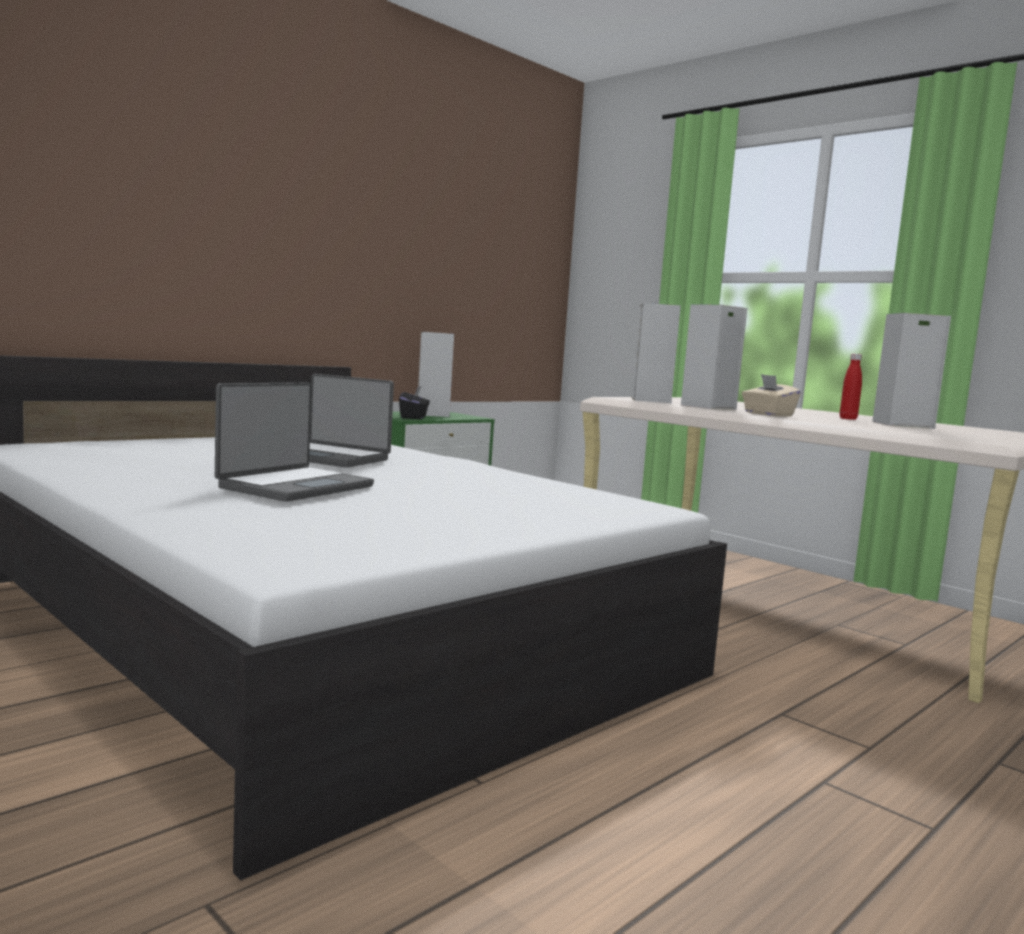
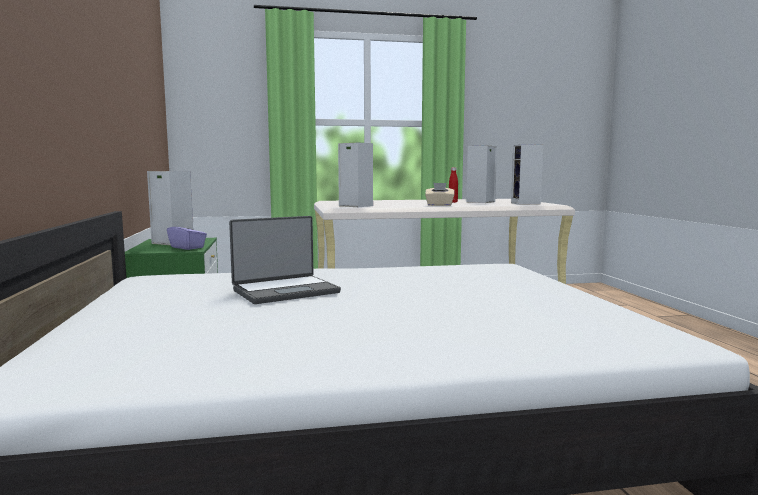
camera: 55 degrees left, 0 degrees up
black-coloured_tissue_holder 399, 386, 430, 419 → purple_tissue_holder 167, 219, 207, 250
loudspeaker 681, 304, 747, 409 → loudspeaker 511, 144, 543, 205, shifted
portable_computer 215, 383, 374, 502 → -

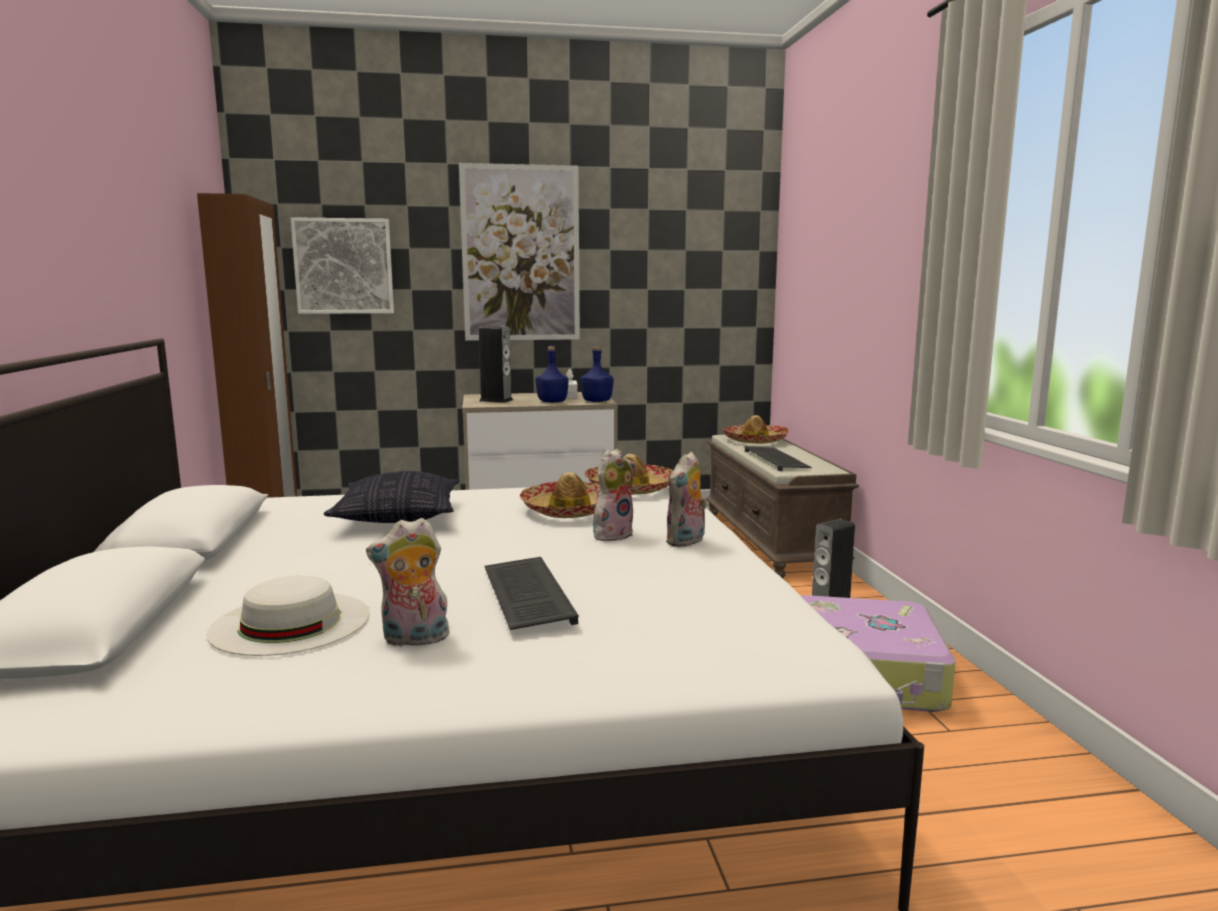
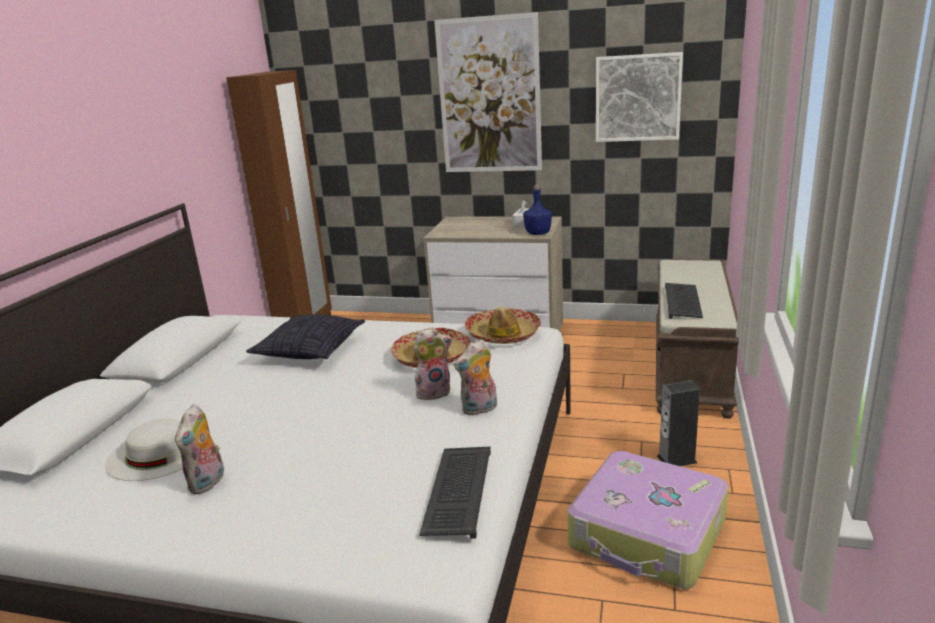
camera: 25 degrees right, 10 degrees up
plush_toy 366, 518, 449, 648 → plush_toy 175, 404, 224, 494, 90 degrees counterclockwise
keyboard 485, 557, 579, 630 → keyboard 419, 447, 491, 539, shifted
picture 291, 217, 394, 314 → picture 596, 52, 683, 142, shifted
loudspeaker 479, 326, 513, 403 → -
blue_drink_bottle 536, 346, 569, 403 → -
clothing_hat 722, 415, 789, 444 → -

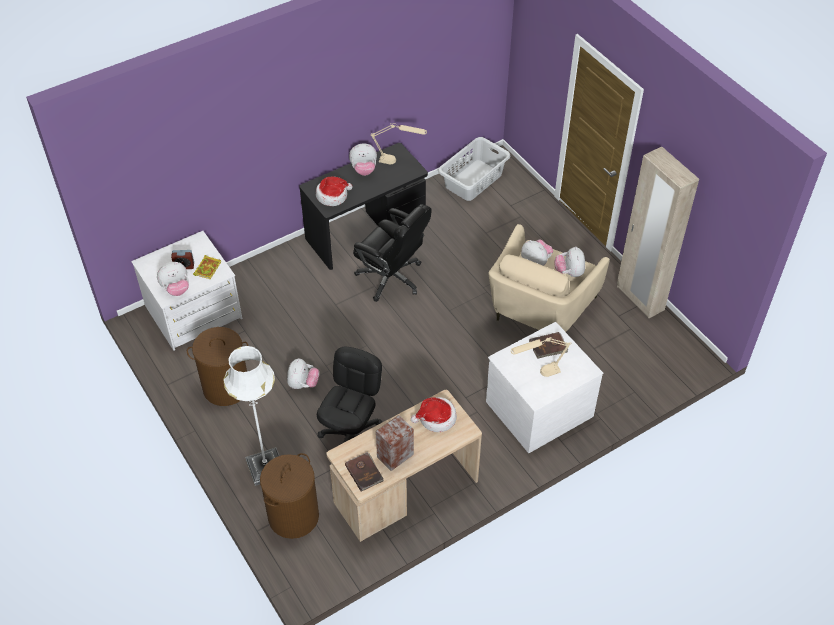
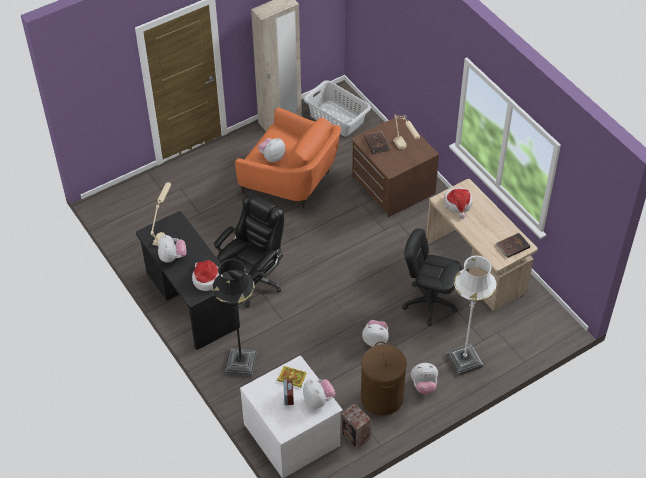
camera: 90 degrees left, 0 degrees up
- → black-coloured_standing_lamp 212, 259, 257, 376
sand-coloured_armchair 488, 224, 610, 332 → orange-coloured_armchair 235, 107, 341, 208
grey_laundry_basket 438, 137, 511, 201 → grey_laundry_basket 304, 80, 371, 136, shifted
loudspeaker 376, 415, 414, 471 → loudspeaker 341, 403, 371, 449, shifted
white_dresser 486, 322, 603, 453 → brownish_dresser 351, 115, 439, 217
plush_toy 554, 247, 585, 277 → plush_toy 411, 363, 438, 394, shifted
brownish_laundry_basket 260, 453, 319, 539 → -

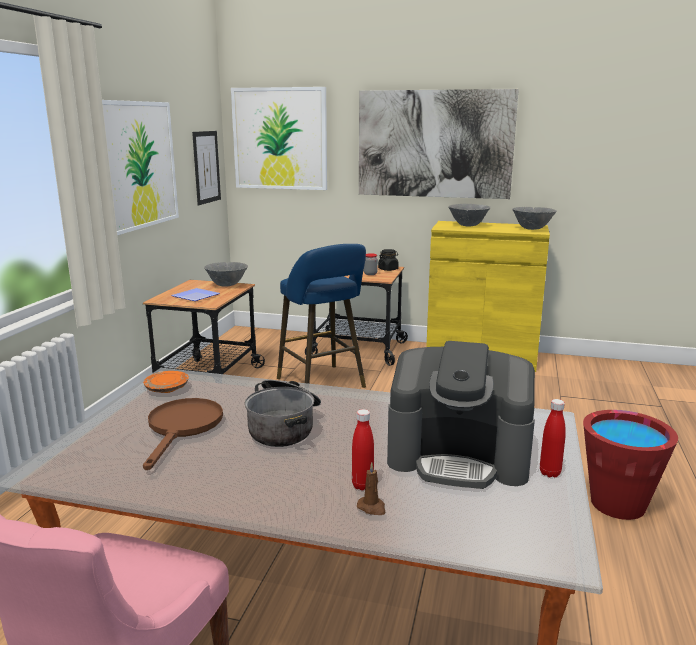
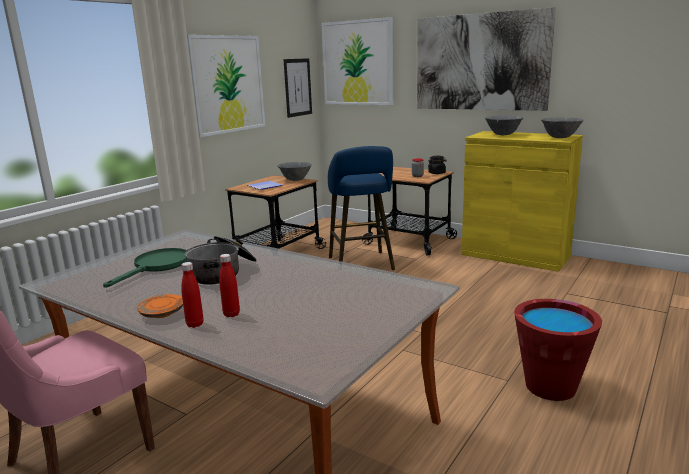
camera: 20 degrees right, 0 degrees up
brownish_frying_pan 143, 398, 223, 470 → greenish_frying_pan 103, 248, 187, 288
orange-coloured_flat_dish 143, 371, 189, 393 → orange-coloured_flat_dish 137, 294, 183, 318, shifted
red_drink_bottle 540, 399, 566, 477 → red_drink_bottle 181, 262, 204, 328, shifted
brownish_wax_candle 357, 462, 386, 515 → -
coffee_machine 387, 341, 535, 489 → -

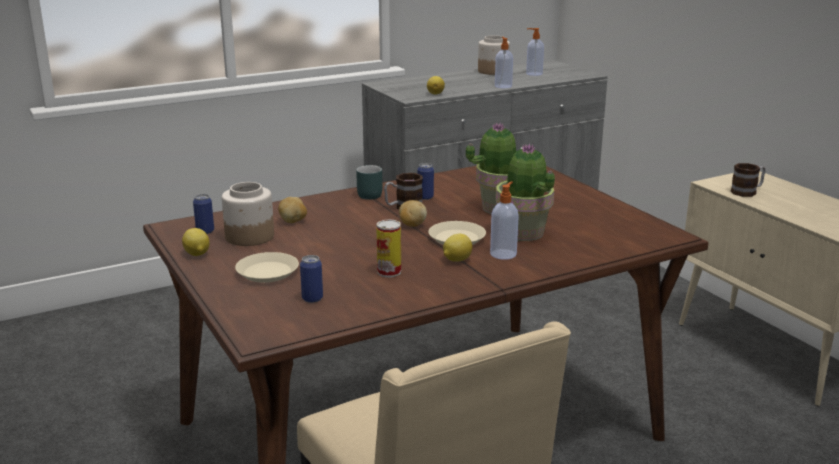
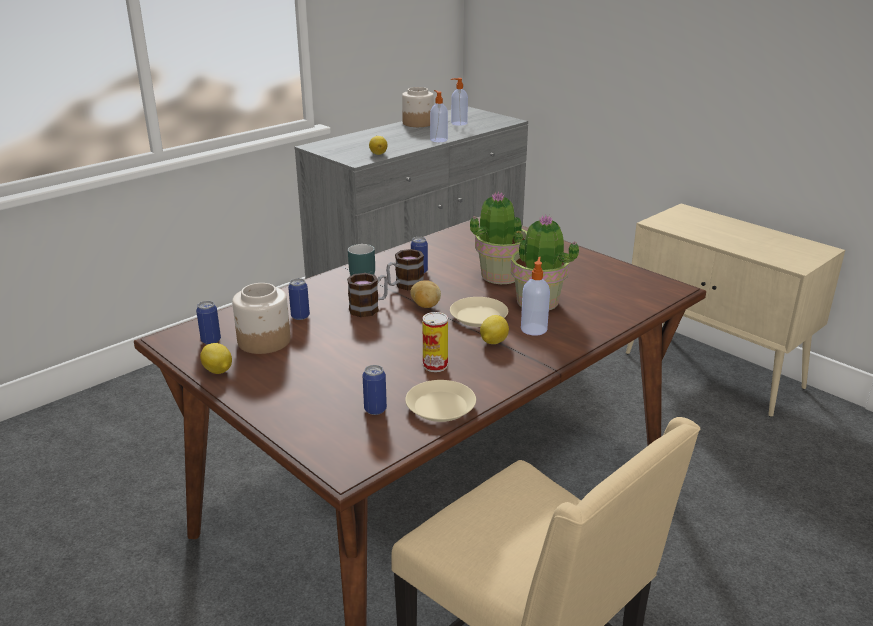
camera: 15 degrees left, 5 degrees up
whole_potato 278, 197, 307, 223 → can 288, 278, 310, 320
tea_mug 731, 163, 765, 197 → tea_mug 347, 273, 388, 317, shifted
sand-coloured_flat_dish 235, 252, 299, 283 → sand-coloured_flat_dish 405, 380, 476, 422, shifted

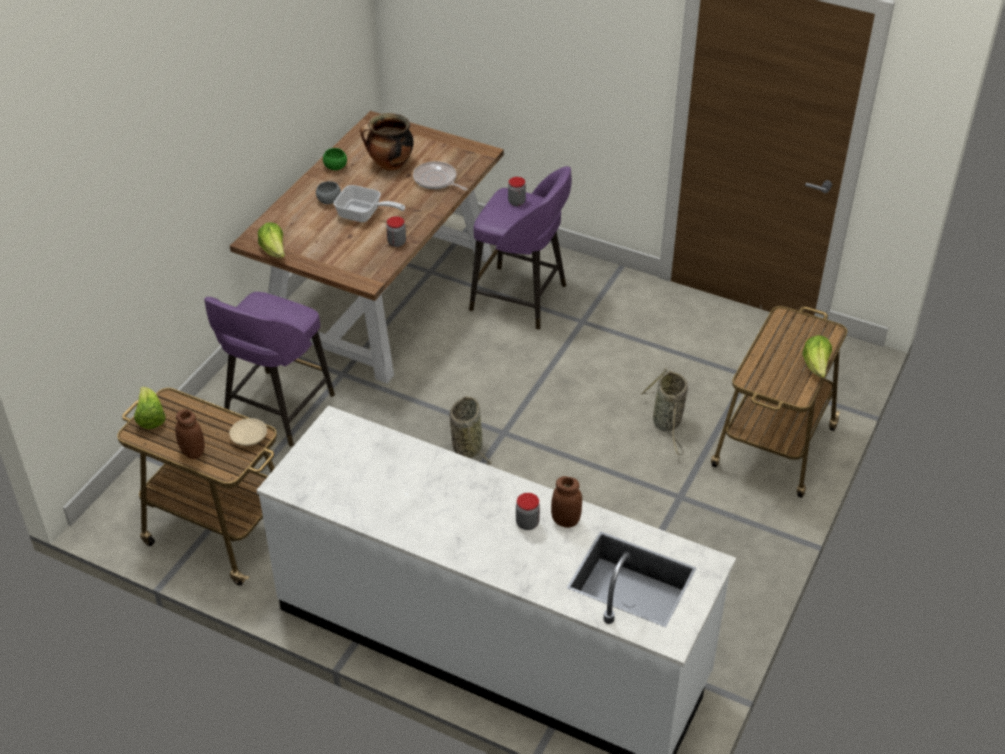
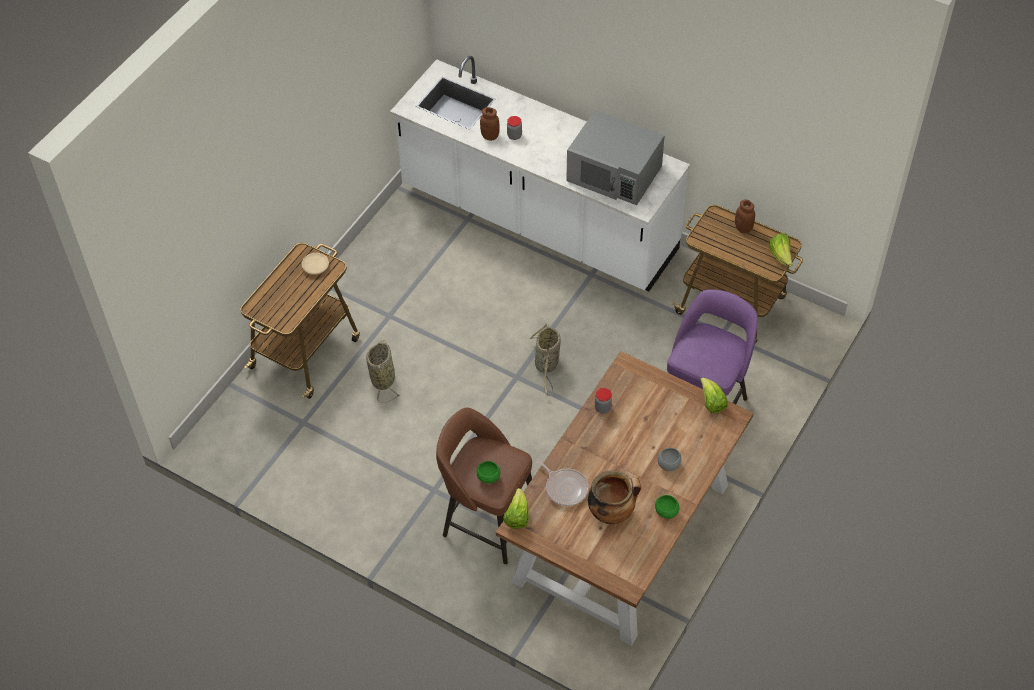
camera: 175 degrees left, 10 degrees up
sand-coloured_flat_dish 229, 418, 267, 446 → sand-coloured_flat_dish 302, 253, 329, 275, shifted
purple_stool 469, 166, 572, 330 → brownish_stool 436, 408, 532, 564
preserve_jar 508, 177, 526, 206 → greenish_deep_dish 477, 461, 501, 483
head_of_lettuce 802, 335, 832, 378 → head_of_lettuce 503, 488, 529, 529, shifted
- → grey_microwave_oven 566, 110, 665, 205
frying_pan 334, 185, 405, 222 → -

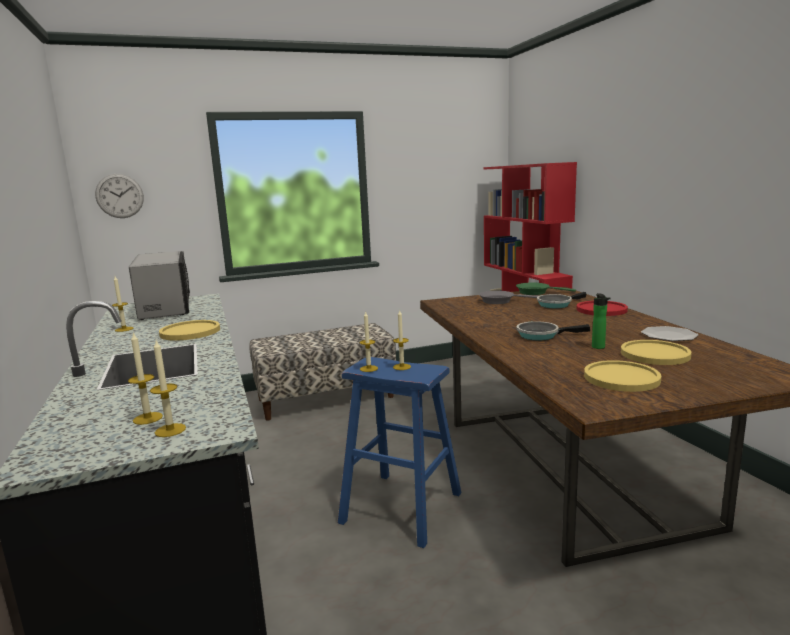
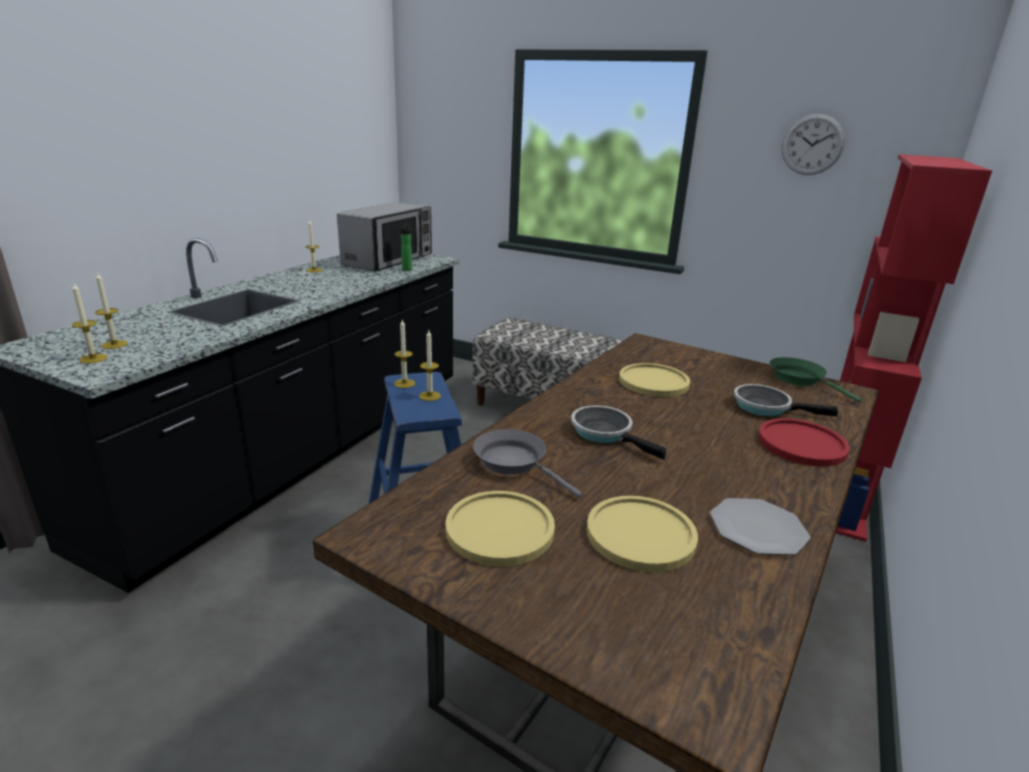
camera: 45 degrees right, 10 degrees up
drink_bottle 592, 293, 611, 349 → drink_bottle 397, 225, 412, 271, shifted
grey_frying_pan 479, 291, 538, 304 → grey_frying_pan 473, 429, 582, 498, shifted
yellowish_flat_dish 159, 320, 220, 341 → yellowish_flat_dish 619, 363, 690, 397, shifted
hanging_clock 95, 174, 144, 218 → hanging_clock 782, 114, 845, 175, shifted

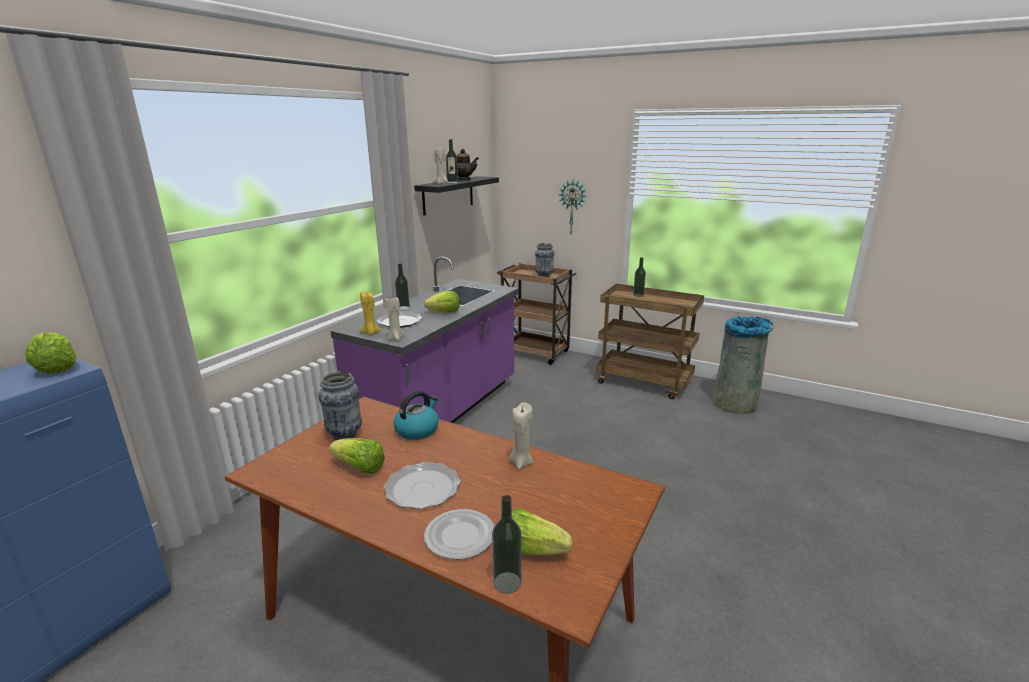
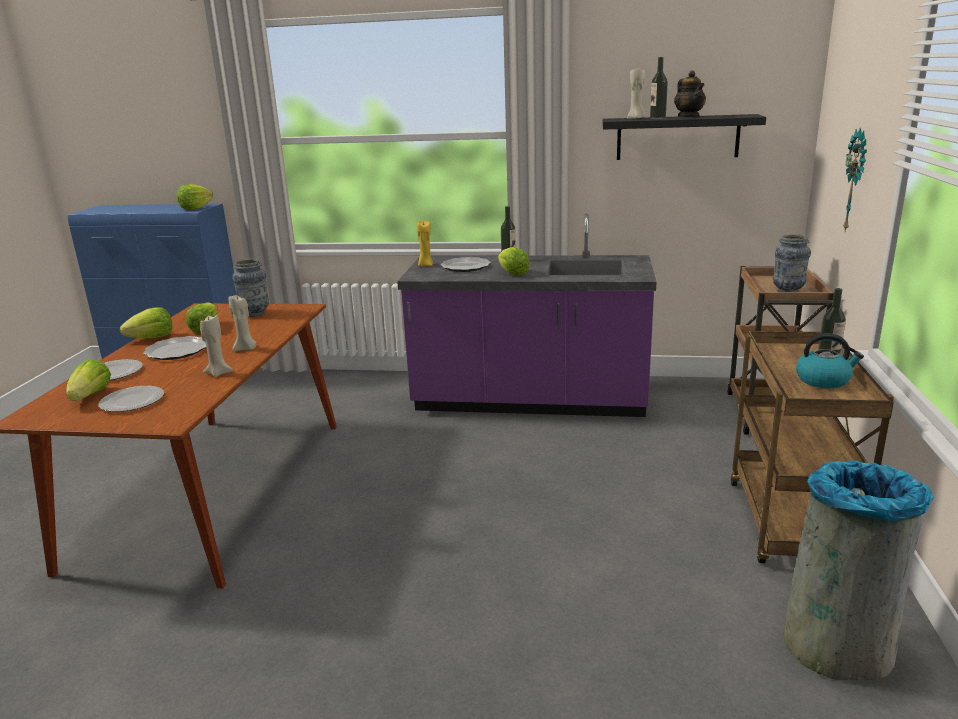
camera: 70 degrees right, 0 degrees up
- → flat_dish 98, 386, 164, 412
- → head_of_lettuce 120, 307, 172, 338
sand-coloured_wax_candle 385, 297, 404, 341 → sand-coloured_wax_candle 228, 295, 256, 351, shifted
kettle 393, 391, 439, 440 → kettle 796, 333, 864, 388, shifted
drink_bottle 492, 495, 522, 594 → -

